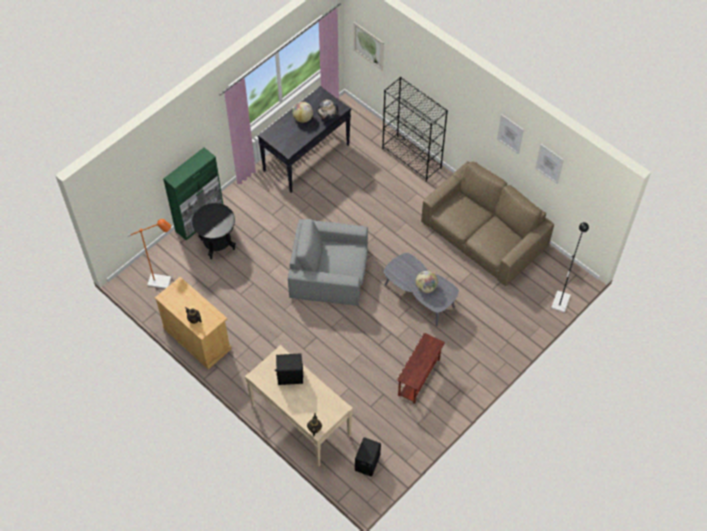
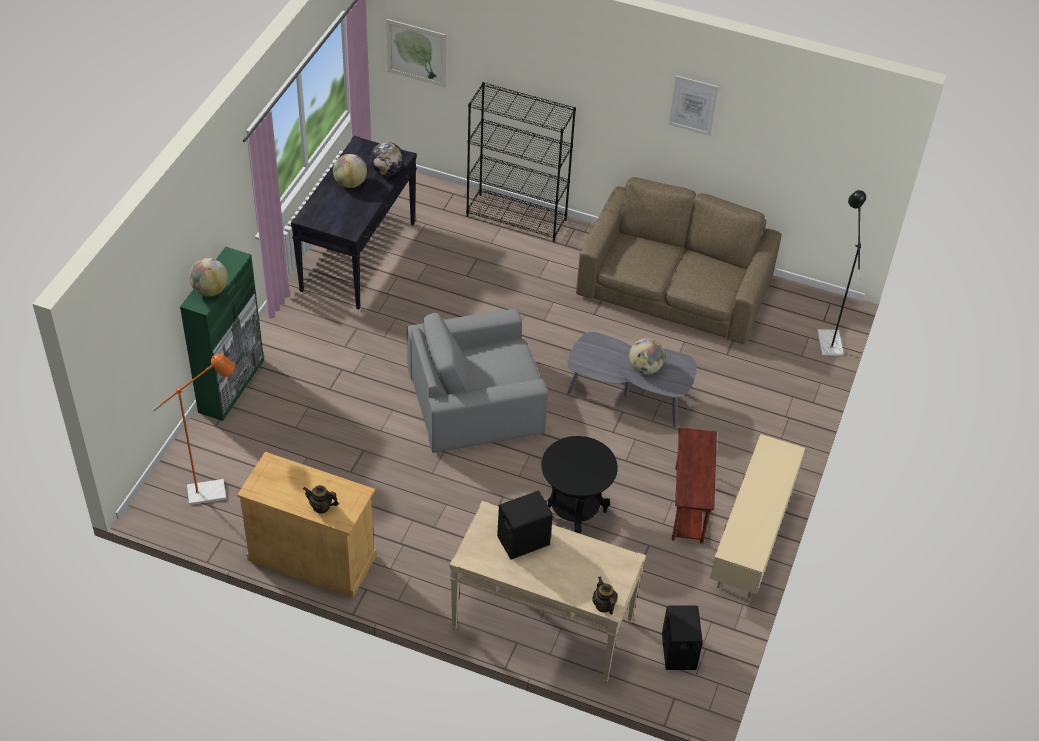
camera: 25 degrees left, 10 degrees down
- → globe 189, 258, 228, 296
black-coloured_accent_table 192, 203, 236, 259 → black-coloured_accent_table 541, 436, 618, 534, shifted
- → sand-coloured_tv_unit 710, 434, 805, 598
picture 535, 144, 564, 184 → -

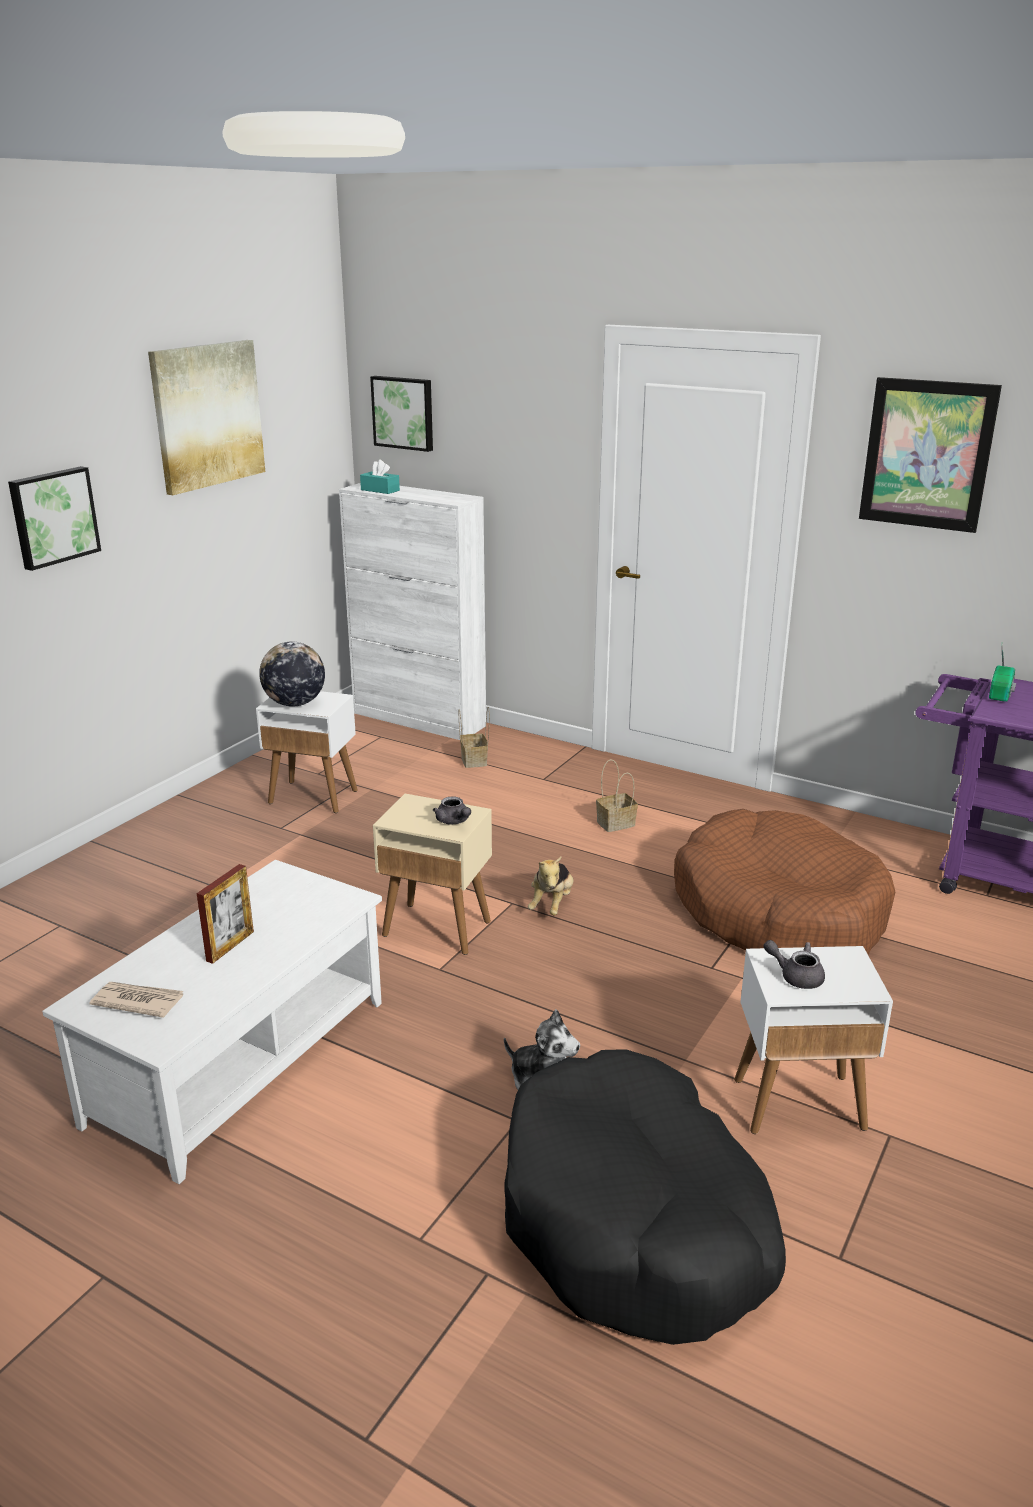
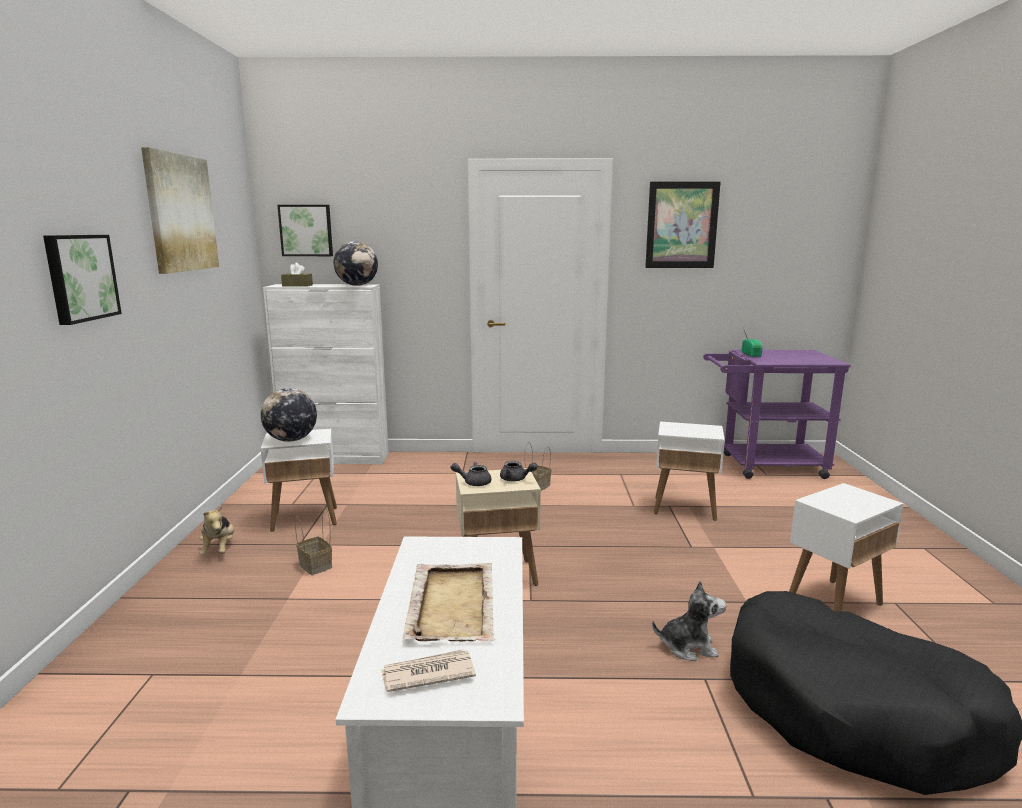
camera: 30 degrees left, 10 degrees down
plush_toy 528, 857, 573, 915 → plush_toy 199, 505, 234, 555, shifted
turquoise-coloured_tissue_holder 360, 459, 400, 494 → brownish_tissue_holder 281, 263, 313, 287
household_basket 459, 707, 490, 768 → household_basket 295, 508, 332, 575, shifted
- → globe 334, 241, 378, 286
standing_frame 197, 864, 254, 964 → sand-coloured_serving_tray 403, 563, 496, 642
grey_tea_pot 764, 940, 825, 989 → grey_tea_pot 451, 462, 491, 486, shifted
brownish_dog_cushion 674, 809, 895, 954 → white_accent_table 654, 421, 725, 520

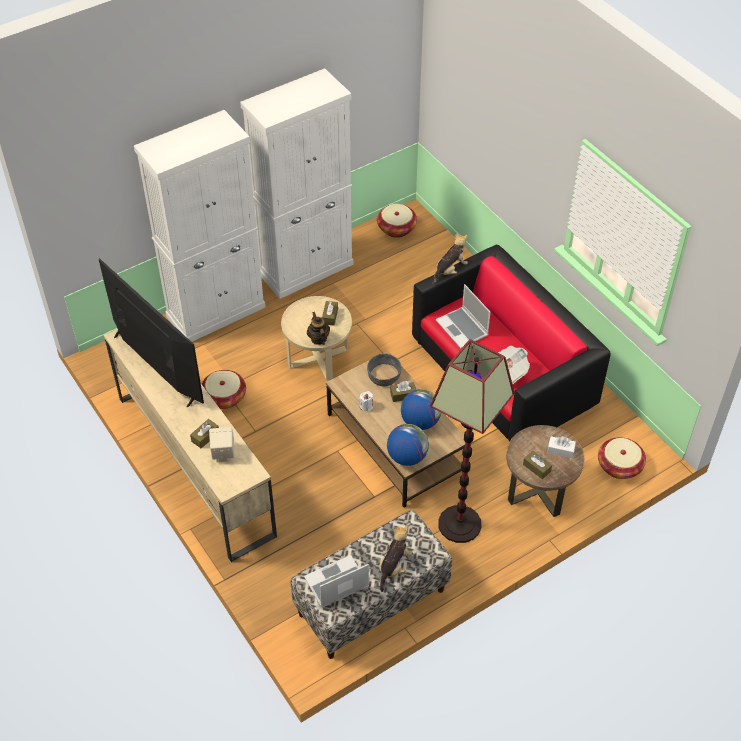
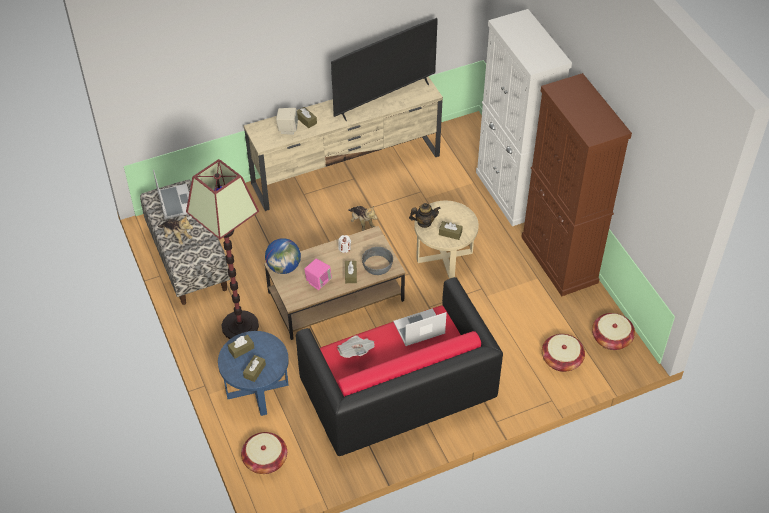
camera: 100 degrees right, 0 degrees up
brownish_accent_table 506, 425, 585, 517 → blue_accent_table 218, 331, 289, 416
white_tissue_holder 547, 436, 576, 458 → brownish_tissue_holder 243, 355, 266, 382
globe 401, 389, 441, 430 → pink-coloured_loudspeaker 304, 259, 332, 290
plush_toy 433, 233, 468, 285 → plush_toy 348, 206, 377, 231, shifted
white_cabinet 240, 68, 354, 299 → brownish_cabinet 522, 73, 632, 296
household_basket 202, 370, 246, 409 → household_basket 542, 334, 585, 372, shifted

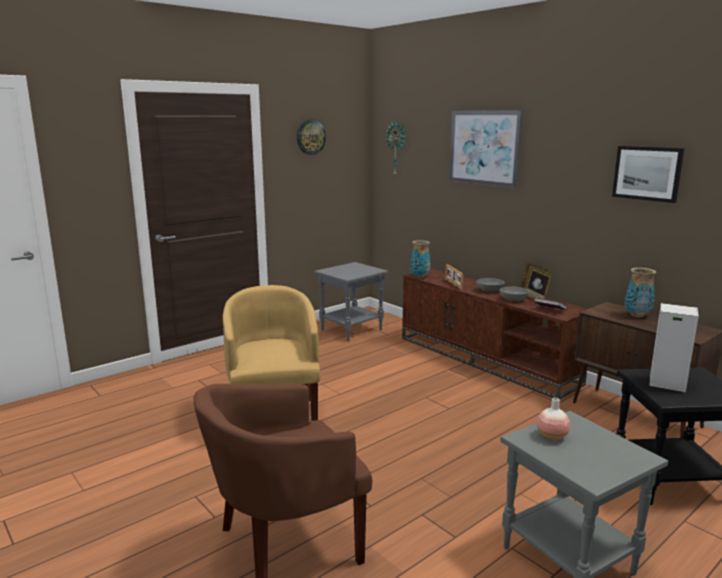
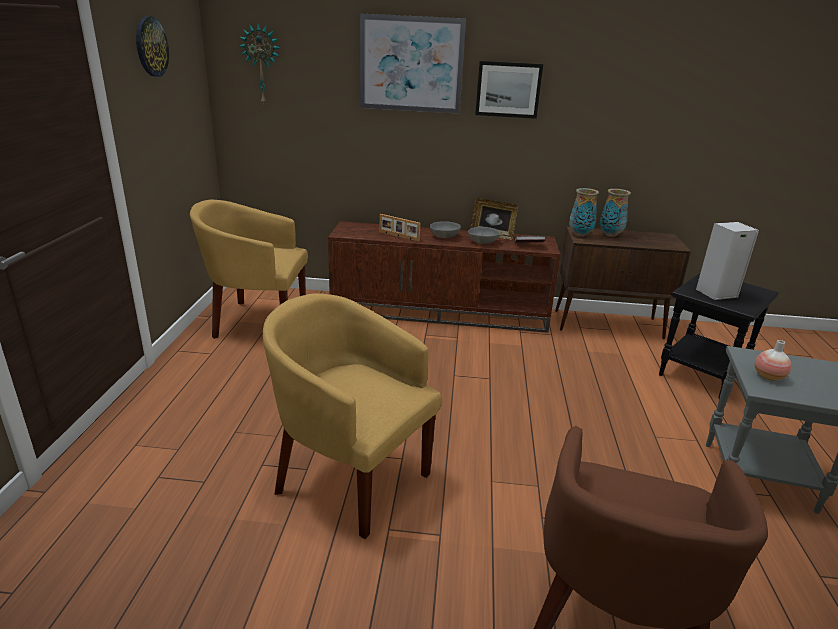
camera: 45 degrees left, 10 degrees up
grey_accent_table 314, 262, 388, 341 → yellowish_armchair 190, 200, 308, 339
picture 612, 146, 684, 203 → picture 475, 61, 543, 119, shifted
decorative_vase 410, 240, 431, 278 → decorative_vase 569, 188, 599, 237, shifted

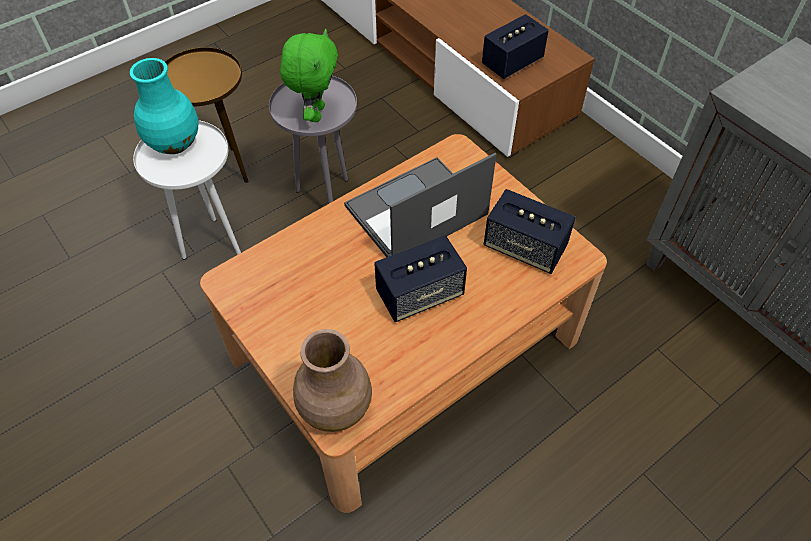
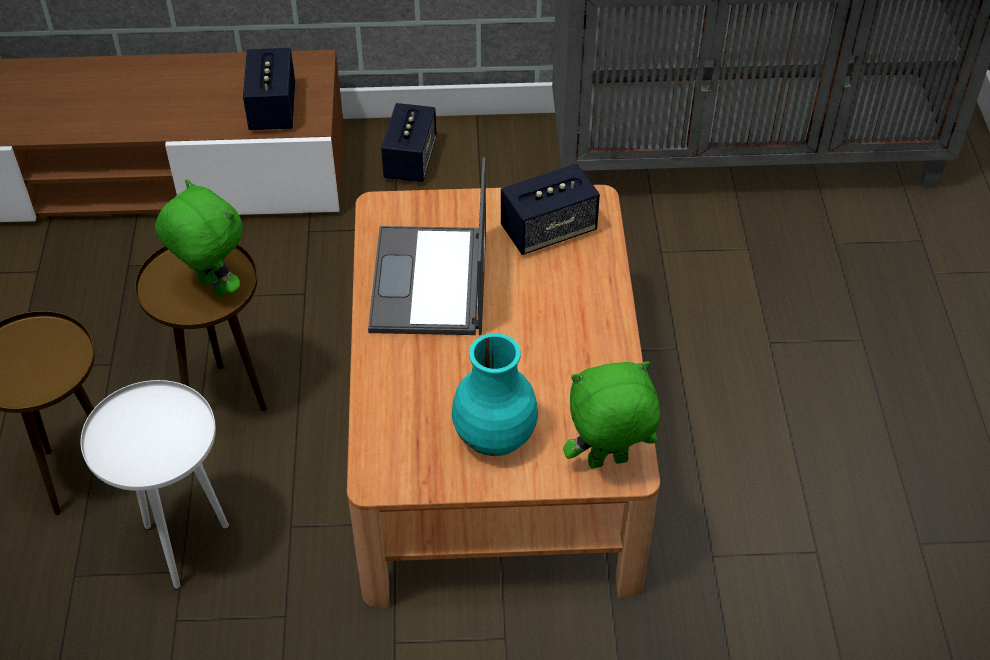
camera: 55 degrees left, 5 degrees down
grey_accent_table 269, 76, 357, 204 → brownish_accent_table 135, 245, 267, 411
loudspeaker 374, 235, 467, 322 → loudspeaker 381, 103, 437, 182, shifted
turquoise-coloured_decorative_vase 130, 58, 198, 154 → turquoise-coloured_decorative_vase 452, 333, 538, 456, shifted
brownish_decorative_vase 293, 329, 372, 432 → greenish_plush_toy 563, 361, 660, 468

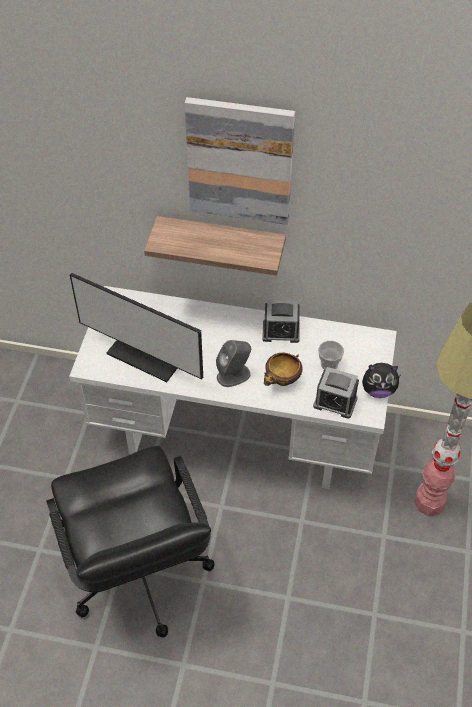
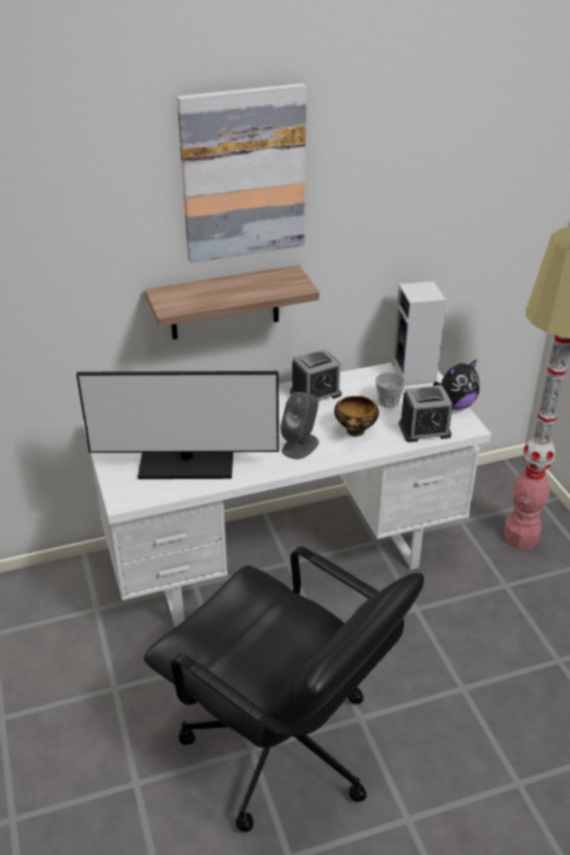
camera: 30 degrees left, 15 degrees down
- → loudspeaker 392, 281, 446, 386

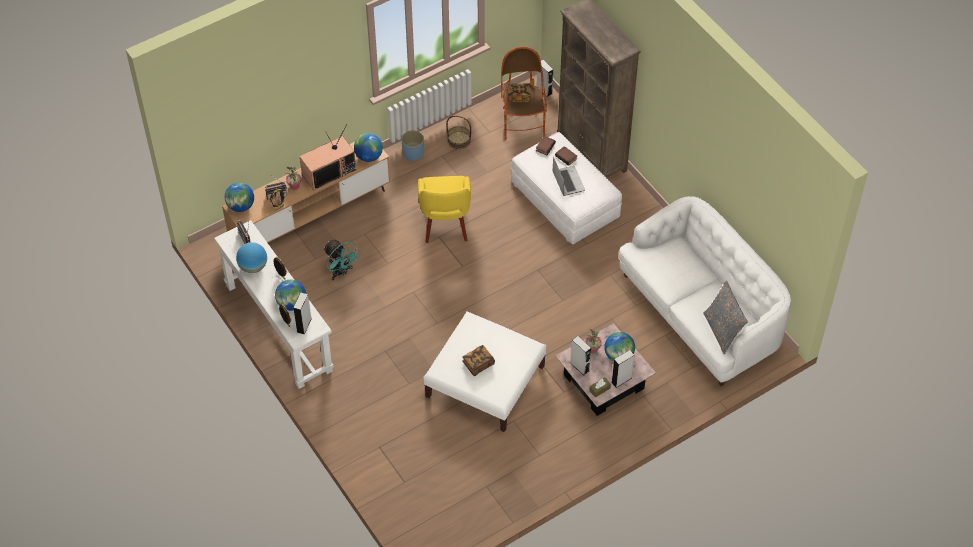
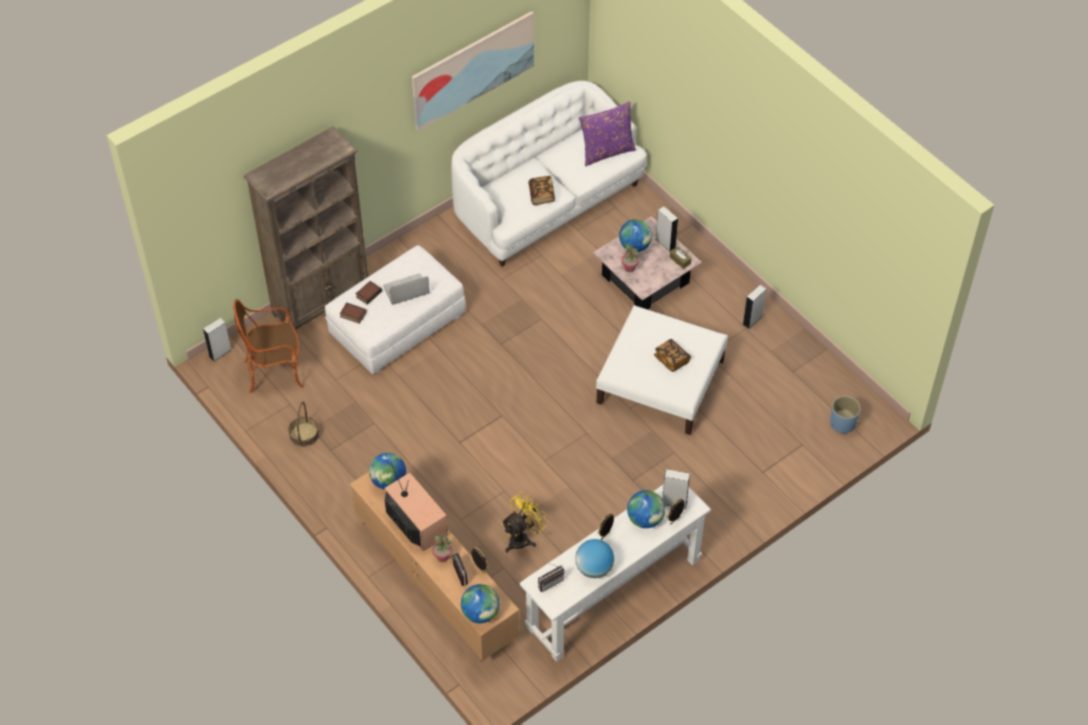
camera: 95 degrees left, 0 degrees up
- → picture 412, 11, 534, 131
turquoise-coloured_fan 323, 239, 359, 280 → yellowish_fan 501, 492, 549, 553
bound_book 507, 83, 531, 102 → bound_book 528, 176, 555, 205, shifted
grey_throw_pillow 703, 280, 748, 354 → purple_throw_pillow 579, 101, 636, 166
grey_loudspeaker 570, 336, 591, 375 → grey_loudspeaker 743, 285, 766, 329, shifted
blue_plant_pot 401, 130, 424, 161 → blue_plant_pot 830, 396, 861, 433, shifted
yellowish_armchair 418, 176, 471, 243 → -

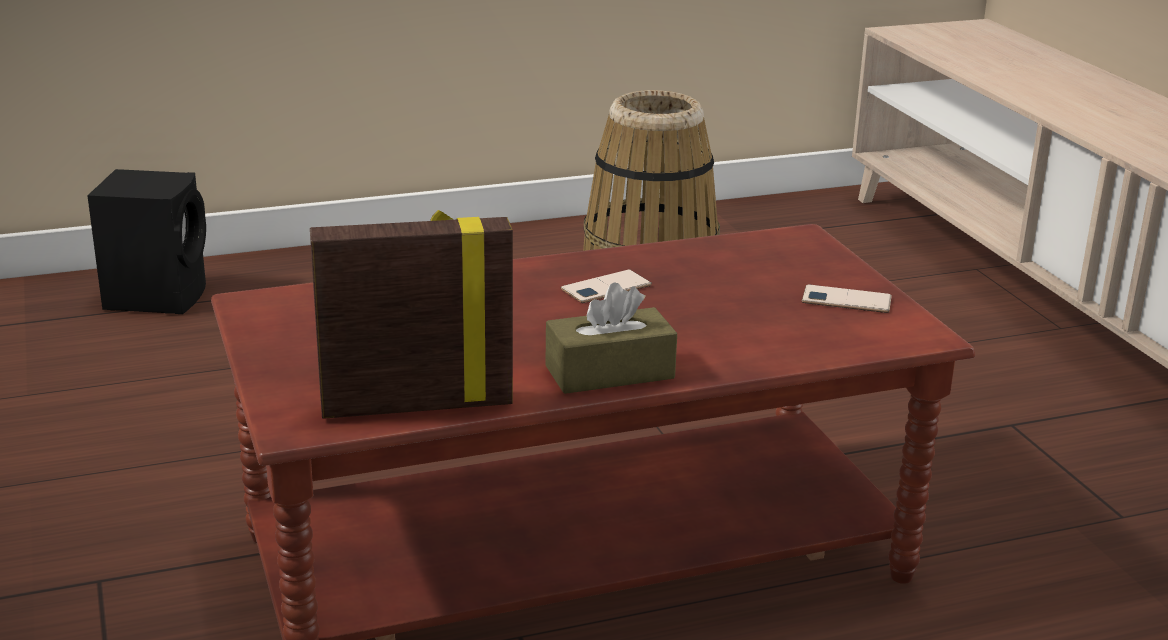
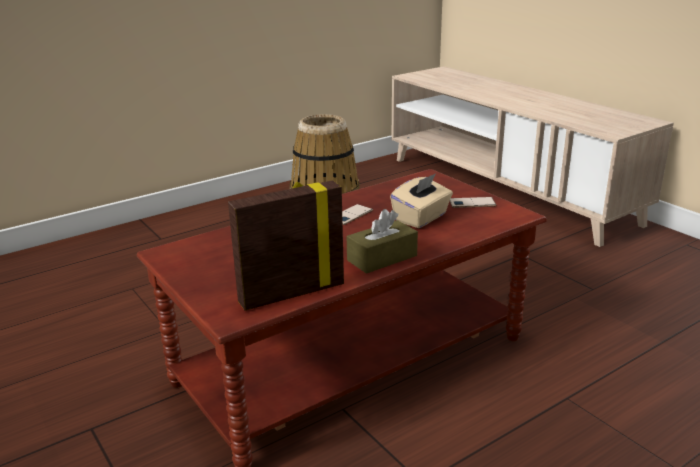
camera: 15 degrees left, 0 degrees up
- → sand-coloured_tissue_holder 390, 173, 453, 228
black-coloured_loudspeaker 87, 169, 206, 314 → -

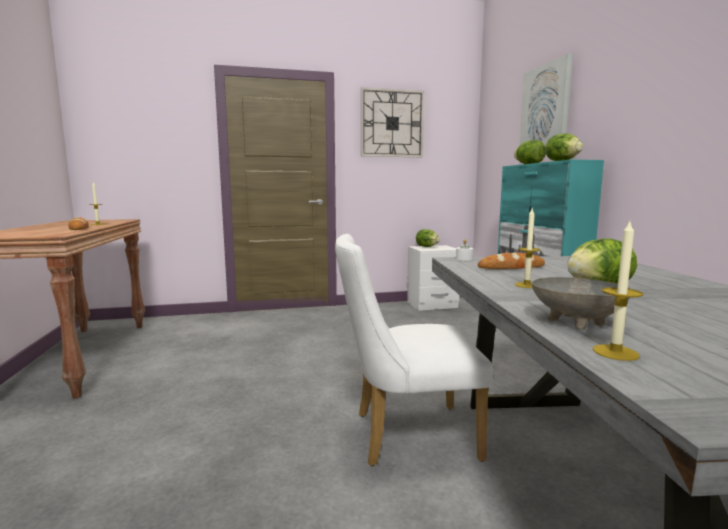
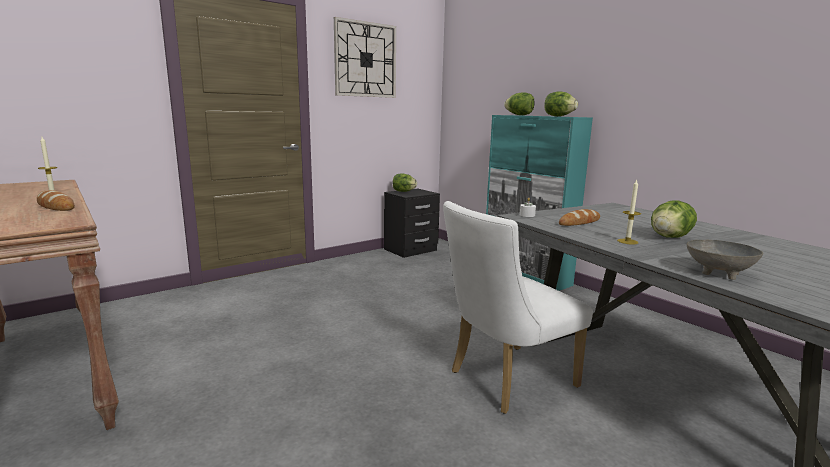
camera: 25 degrees left, 5 degrees up
white_night_table 407, 245, 459, 311 → black-coloured_night_table 384, 189, 440, 258
picture 519, 54, 573, 146 → -
wax_candle 593, 221, 643, 361 → -

